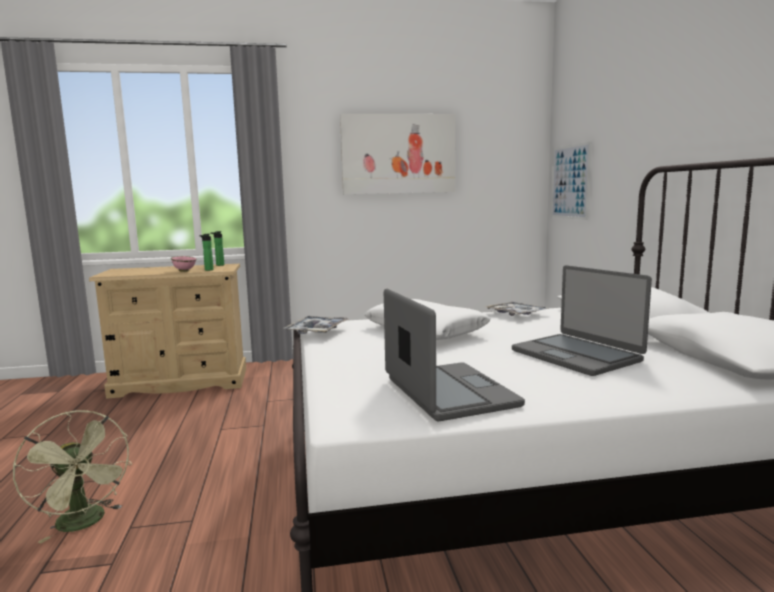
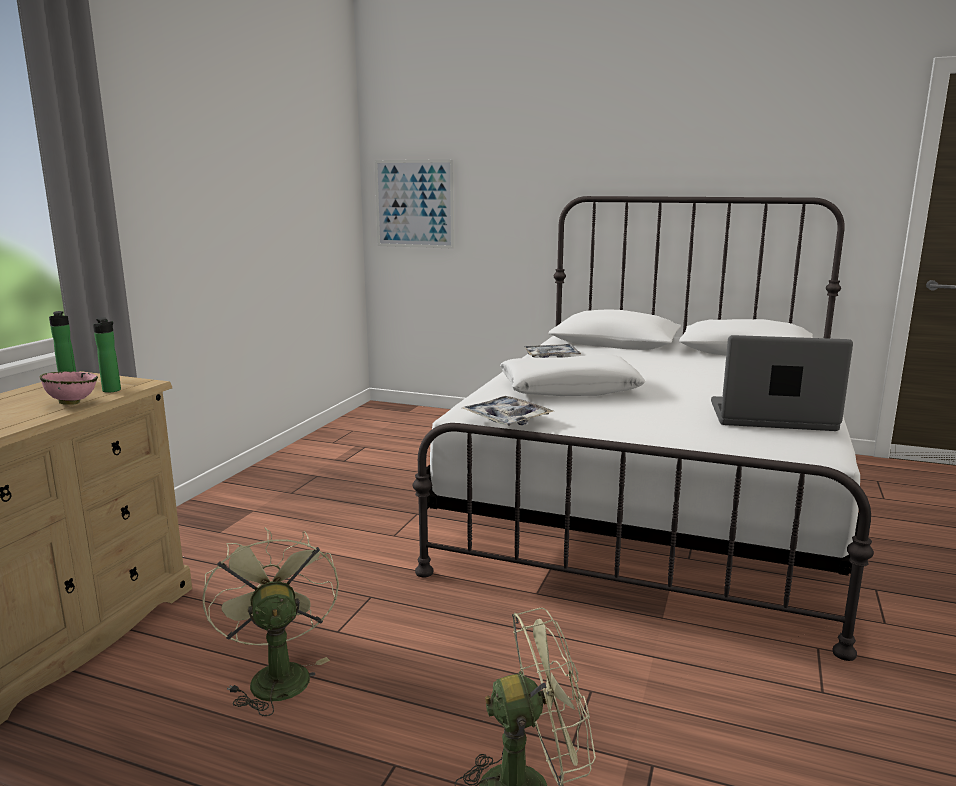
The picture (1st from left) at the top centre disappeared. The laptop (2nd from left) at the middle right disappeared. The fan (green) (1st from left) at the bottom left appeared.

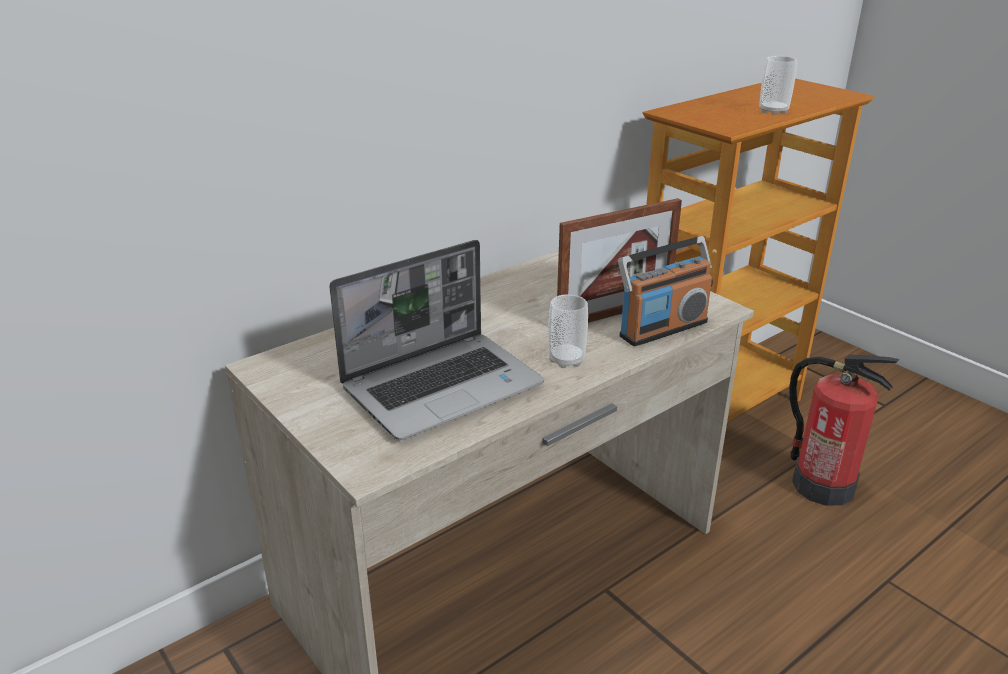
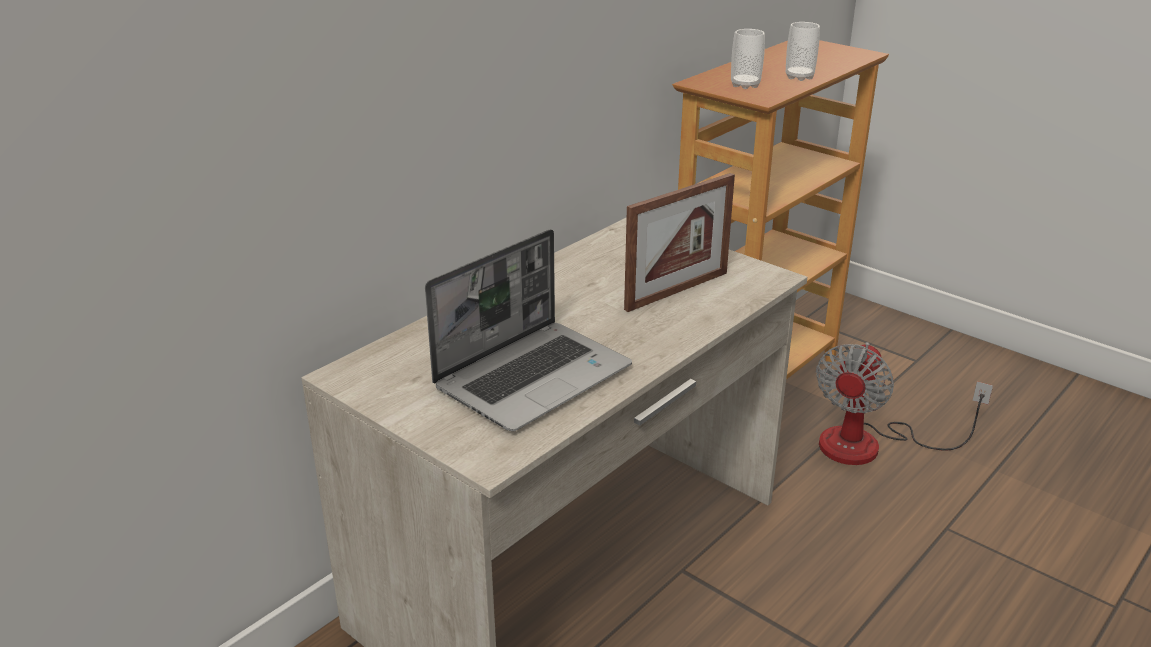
The radio at the centre disappeared. The cup (1st from left) moved from the centre to the top centre. The fire extinguisher at the middle right was replaced by the fan at the middle right.

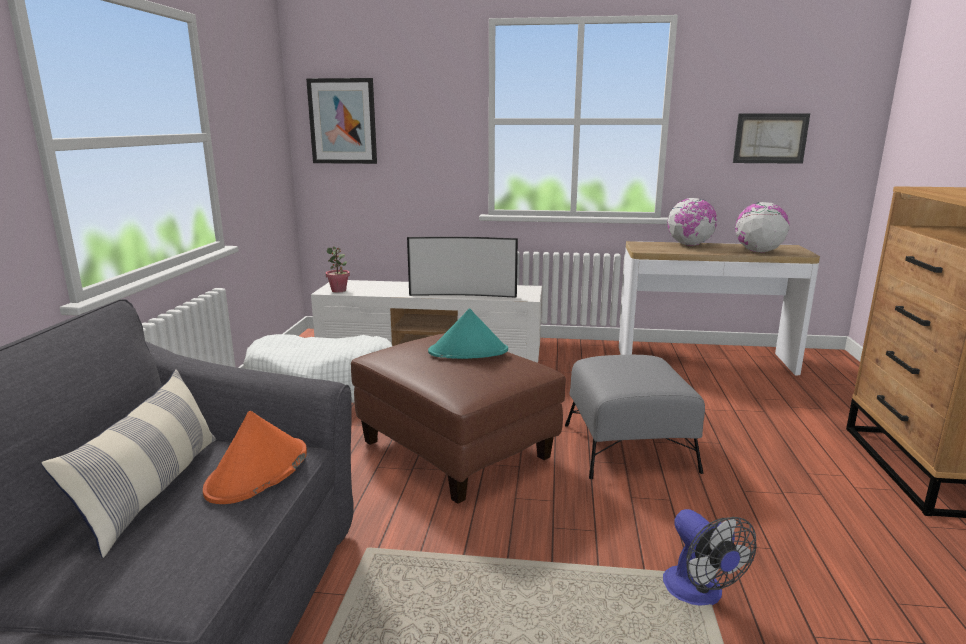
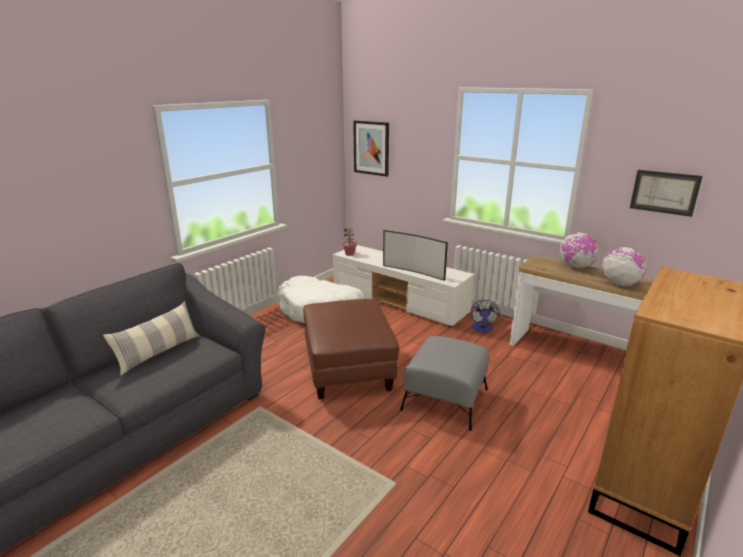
The hat (turquoise) at the centre disappeared. The hat (orange) at the bottom left disappeared. The fan moved from the bottom right to the centre.

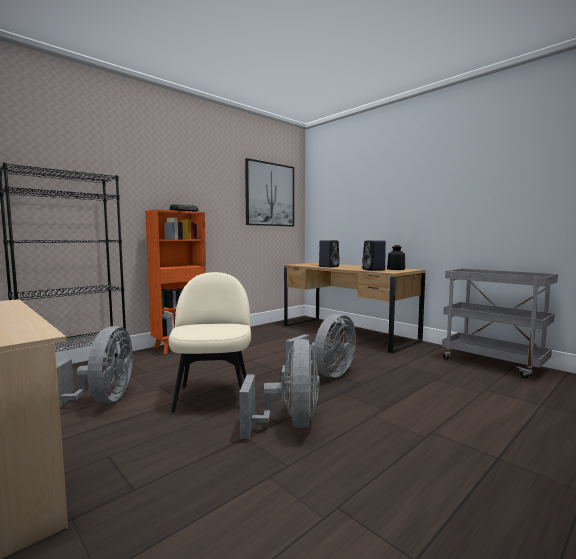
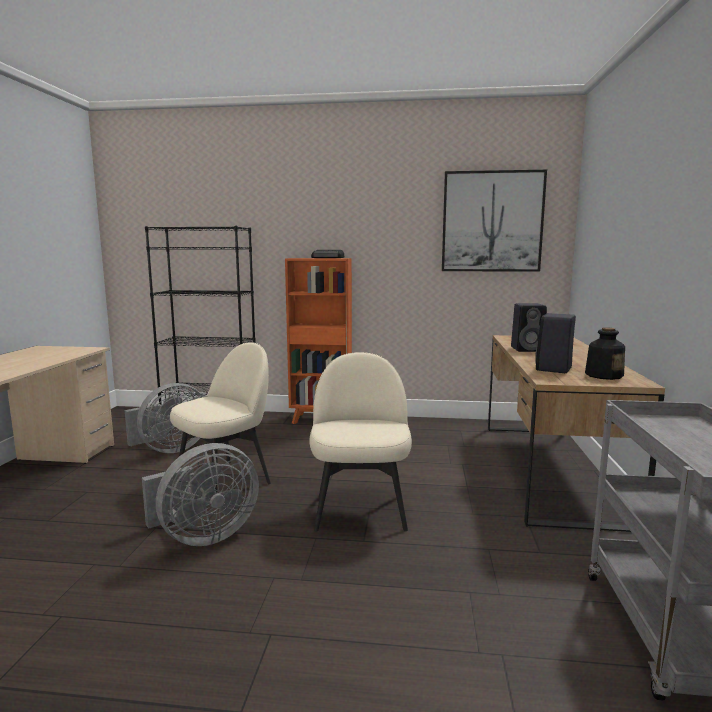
The fan (grey) (3rd from left) at the centre was replaced by the chair (beige) (2nd from left) at the centre.

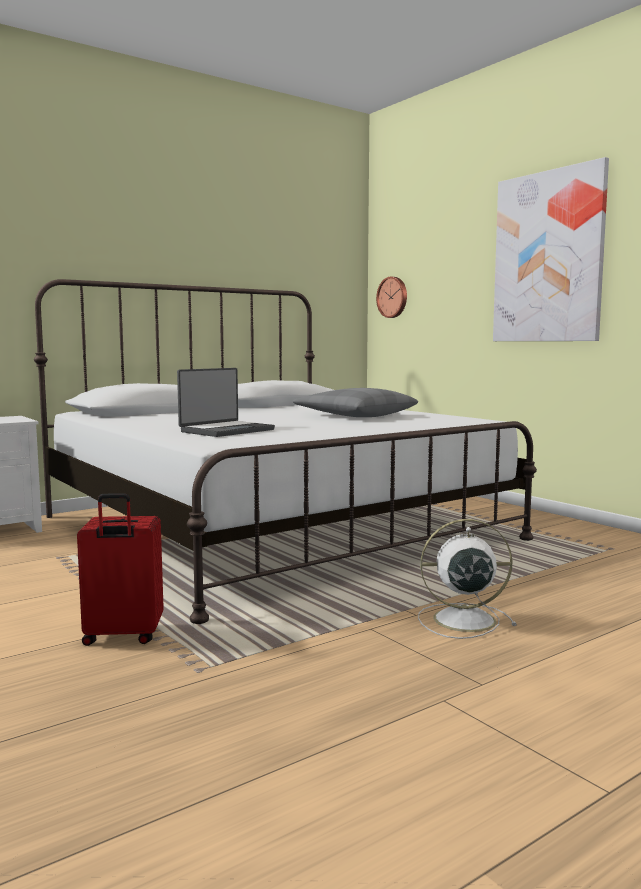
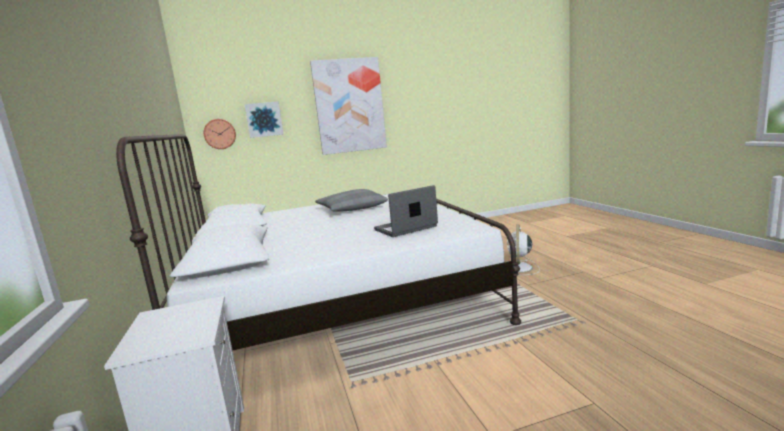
The laptop at the centre turned 90 degrees counterclockwise. The suitcase (red) at the middle left disappeared. The picture (1st from left) at the top centre appeared.

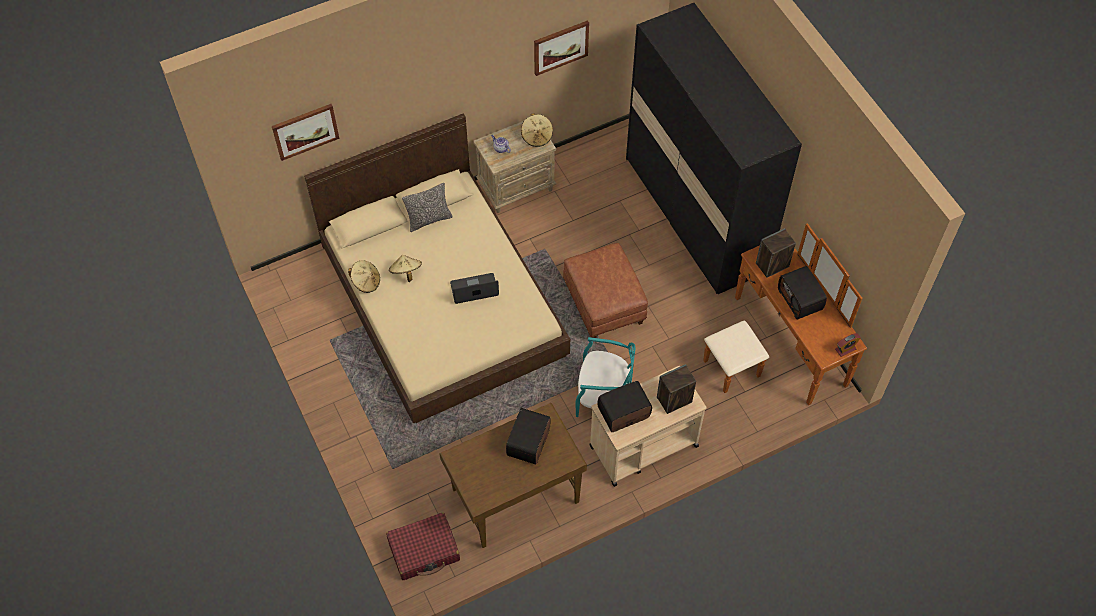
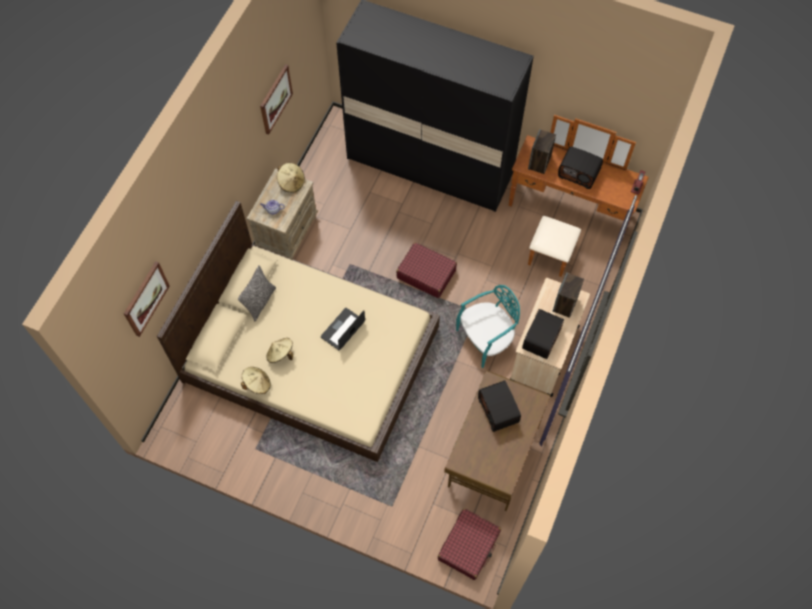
The ottoman (brown) at the centre was replaced by the suitcase (red) (1st from left) at the centre.

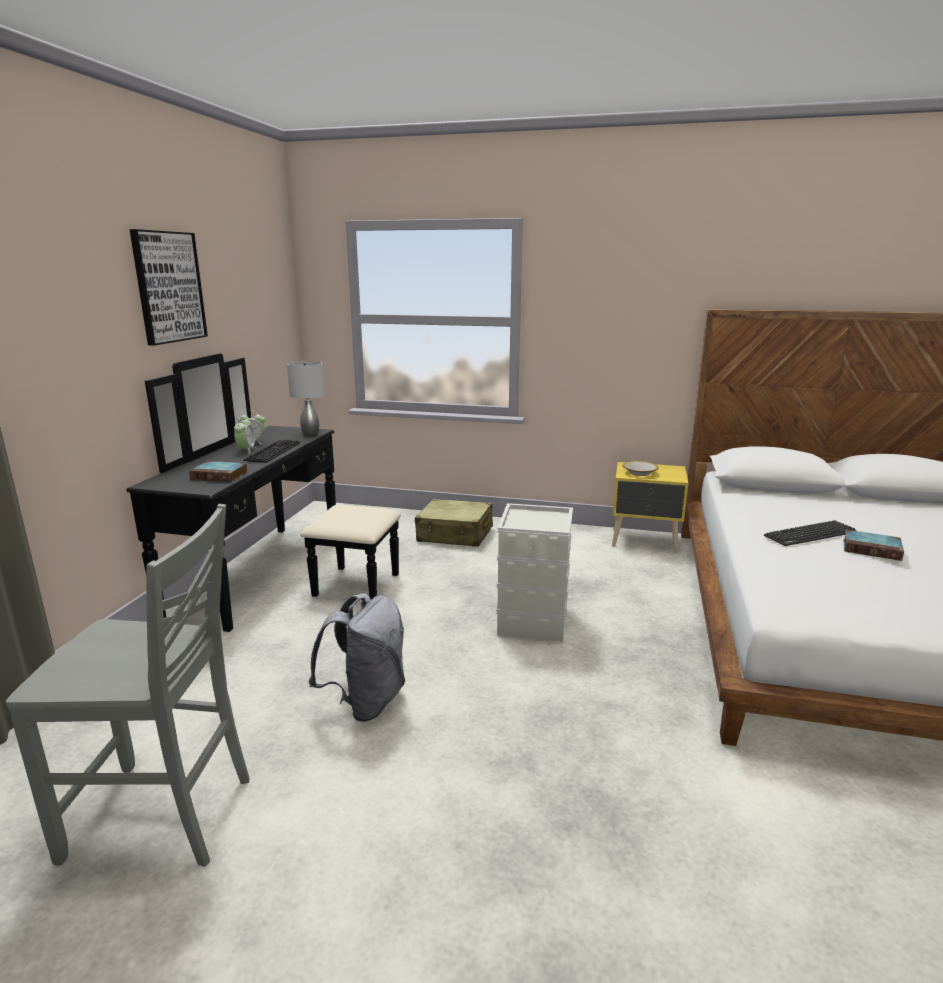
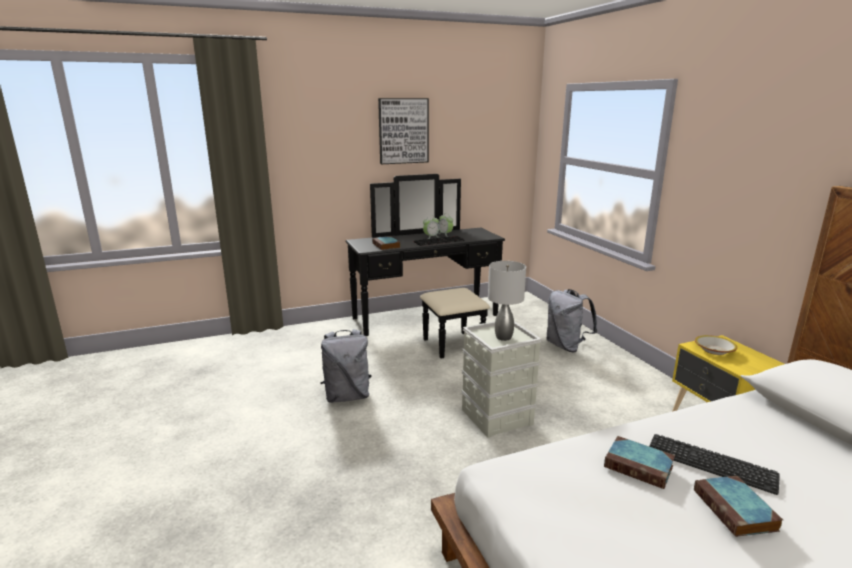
The table lamp (grey) moved from the middle left to the centre. The suitcase (beige) at the centre was replaced by the backpack (grey) (2nd from left) at the middle right. The chair (grey) at the bottom left disappeared. The book (2nd from left) at the bottom right appeared.

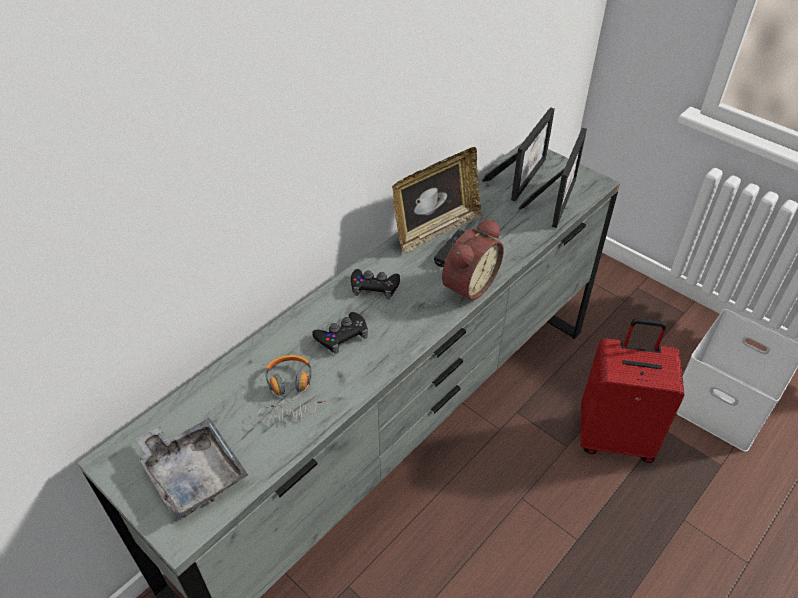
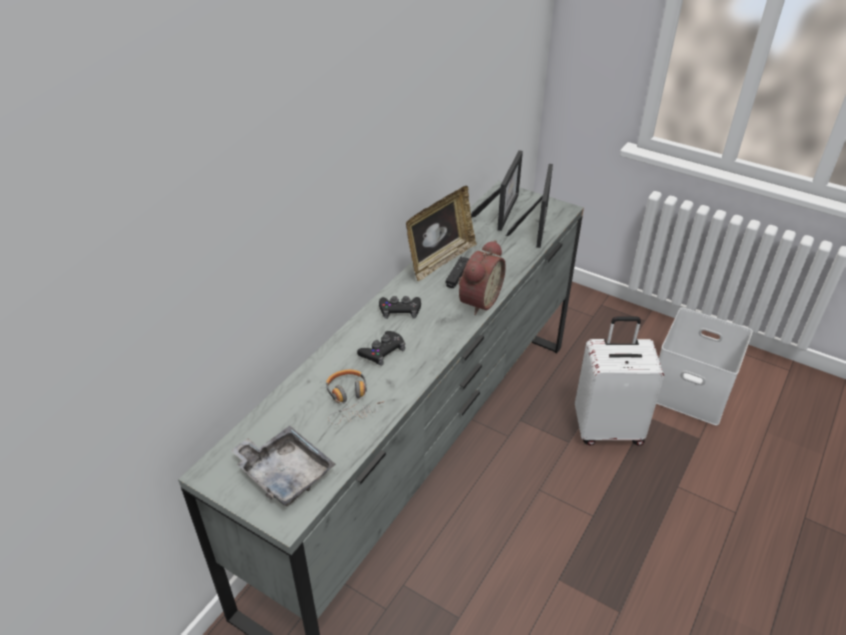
The suitcase (red) at the middle right became the suitcase (white) at the middle right.

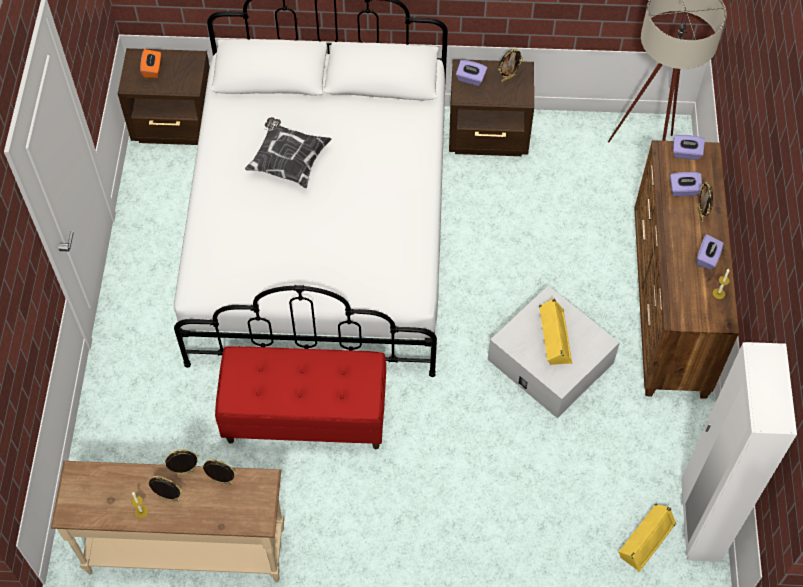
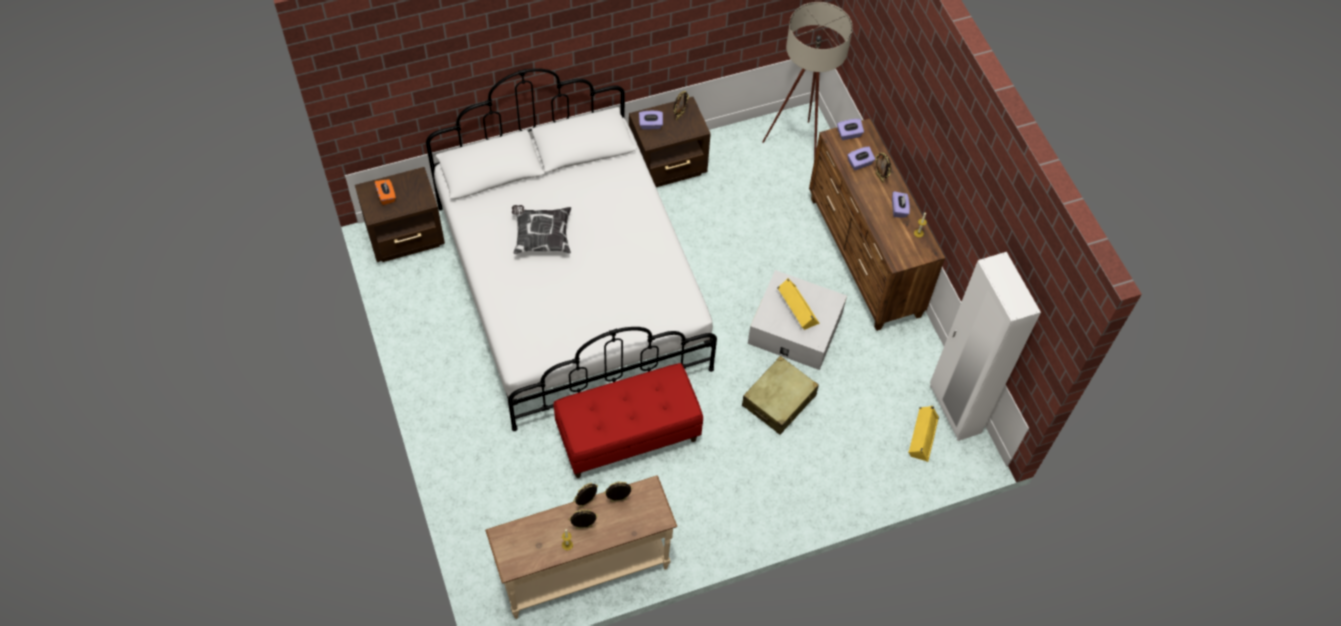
The suitcase (beige) at the centre appeared.

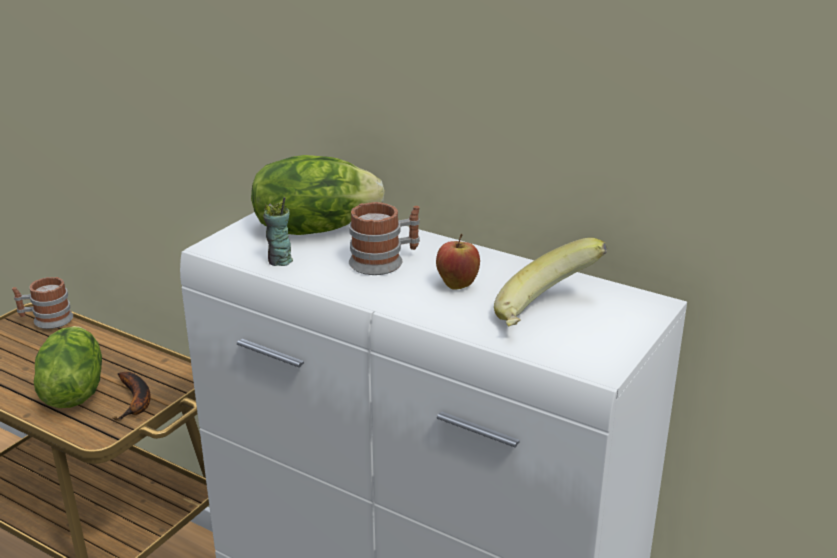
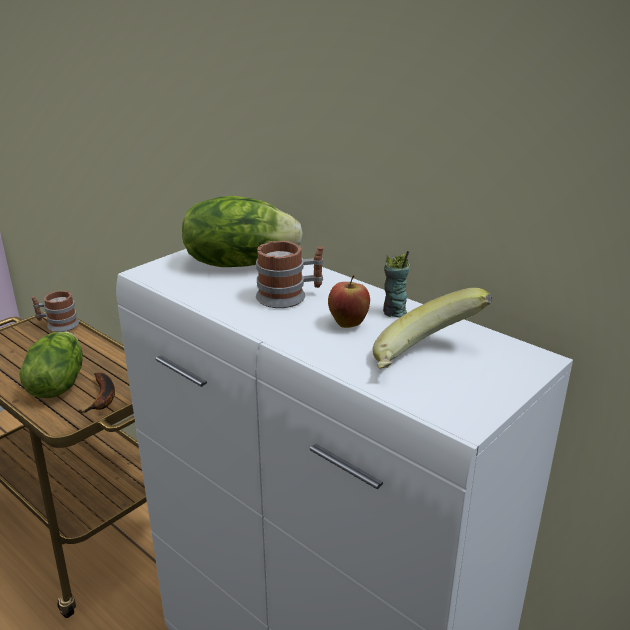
The cup moved from the middle left to the centre.

